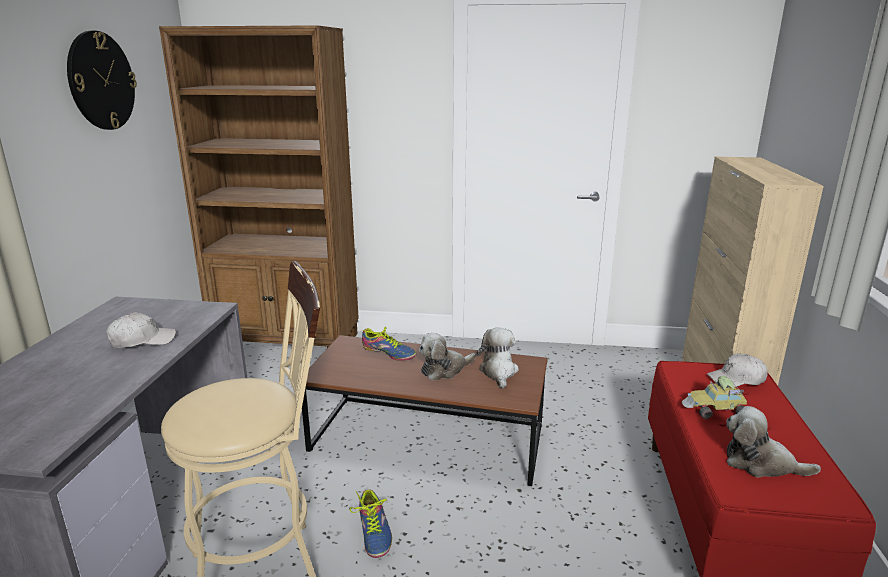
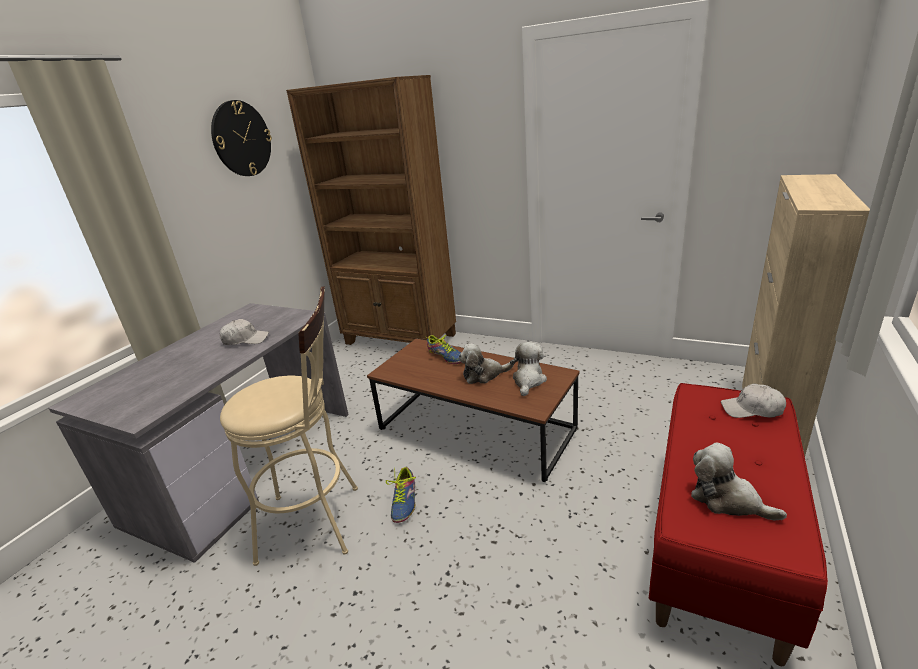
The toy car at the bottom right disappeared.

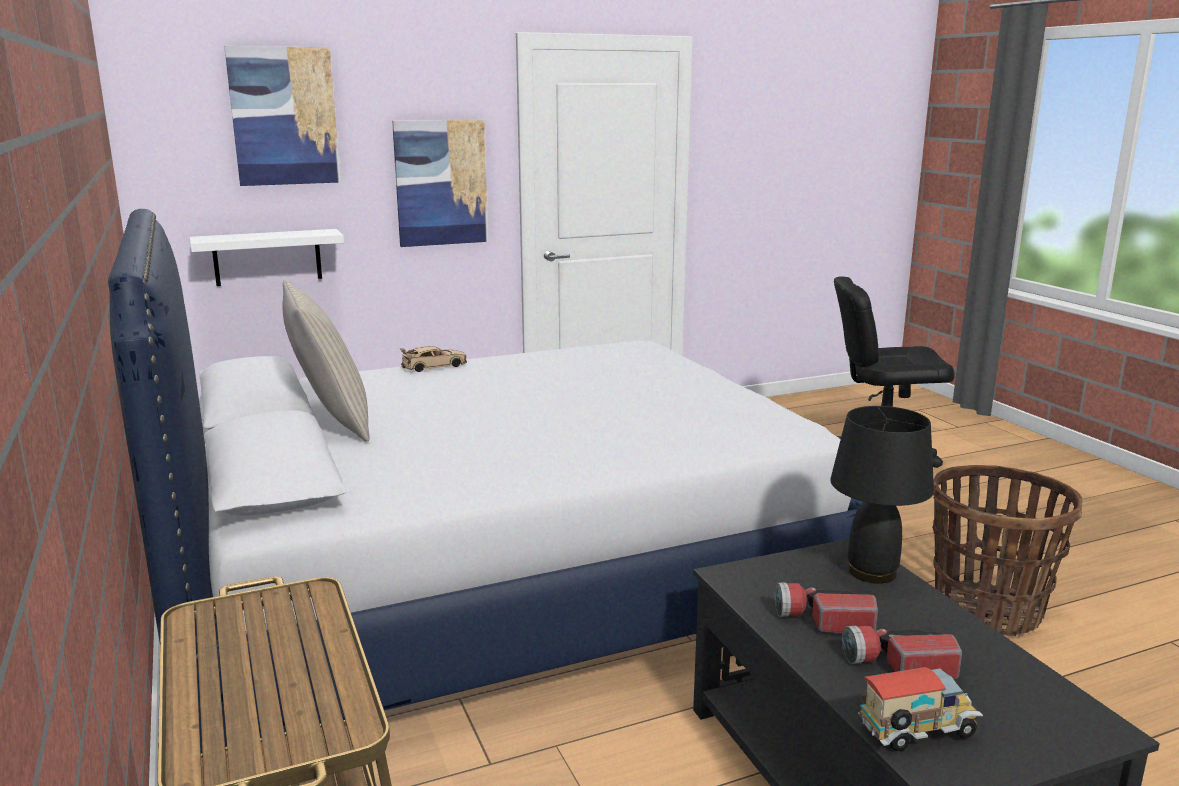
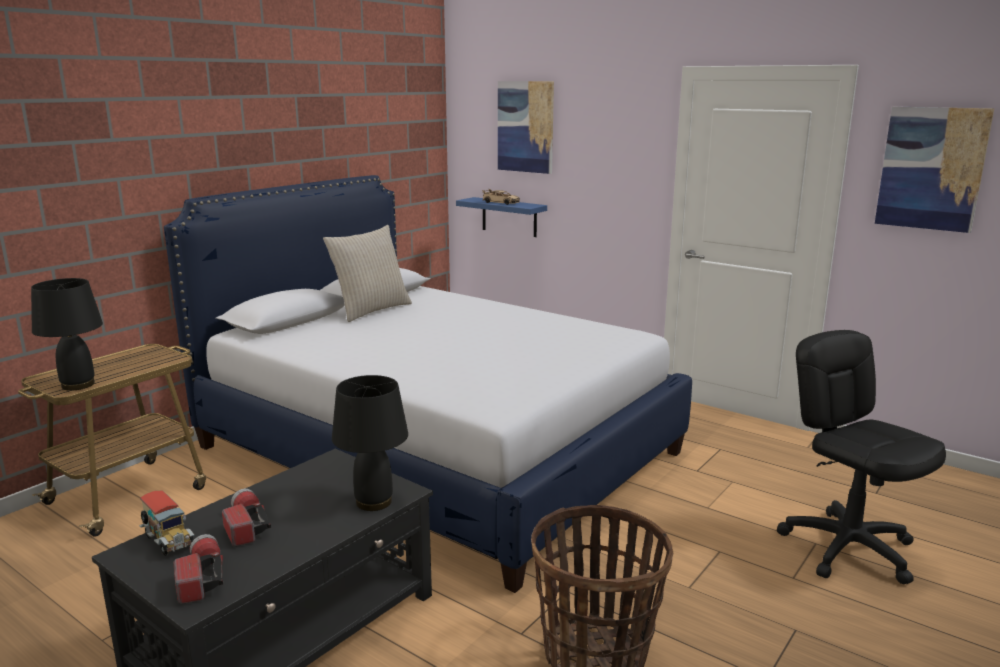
The picture (2nd from left) moved from the top centre to the top right. The shelf (white) at the top left became the shelf (blue) at the top centre. The toy car (beige) moved from the centre to the top centre. The flashlight (1st from left) moved from the bottom right to the bottom left. The table lamp (black) (1st from left) at the middle left appeared.

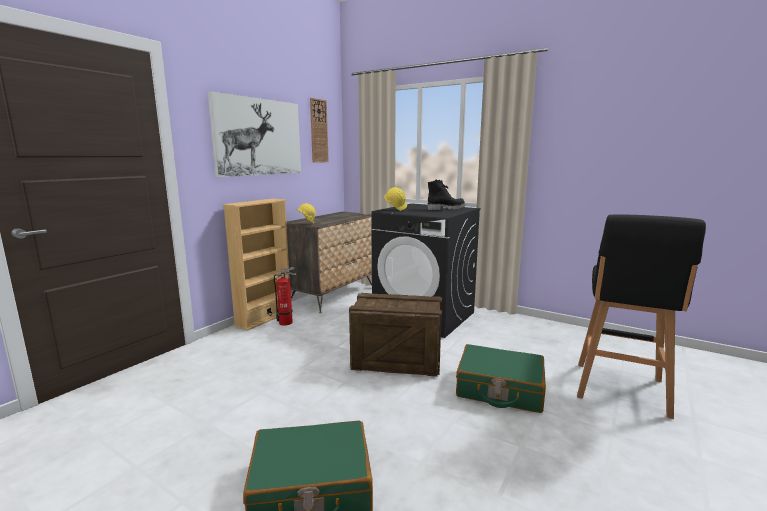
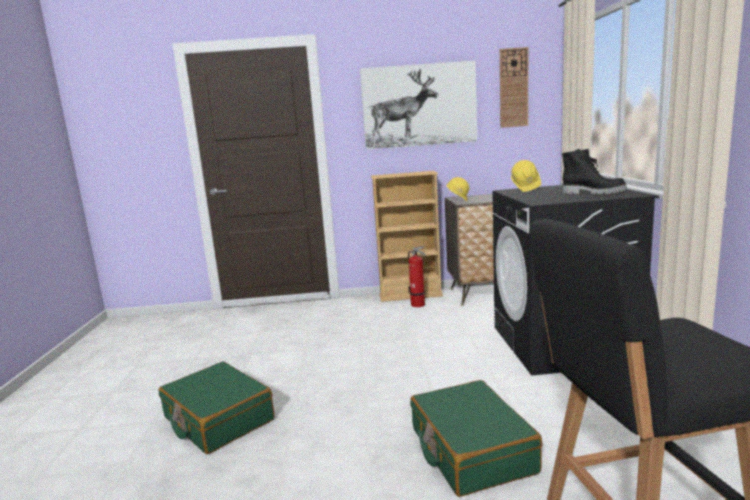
The crate at the centre disappeared.

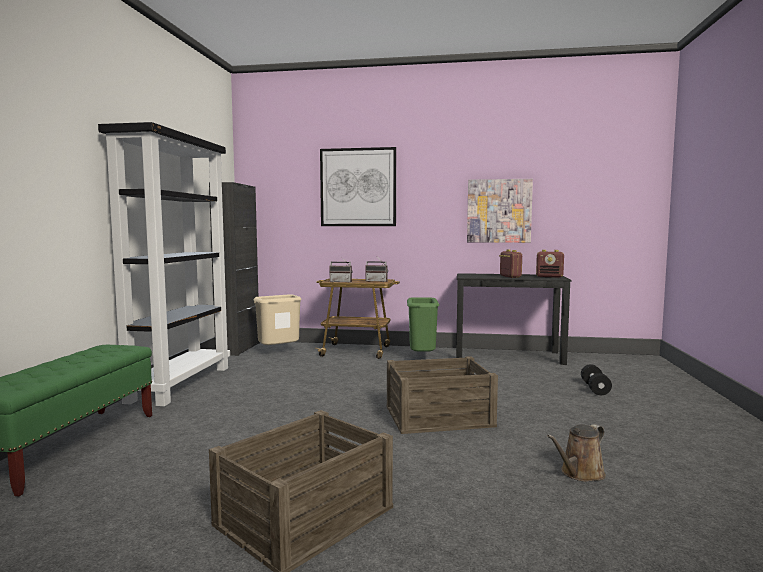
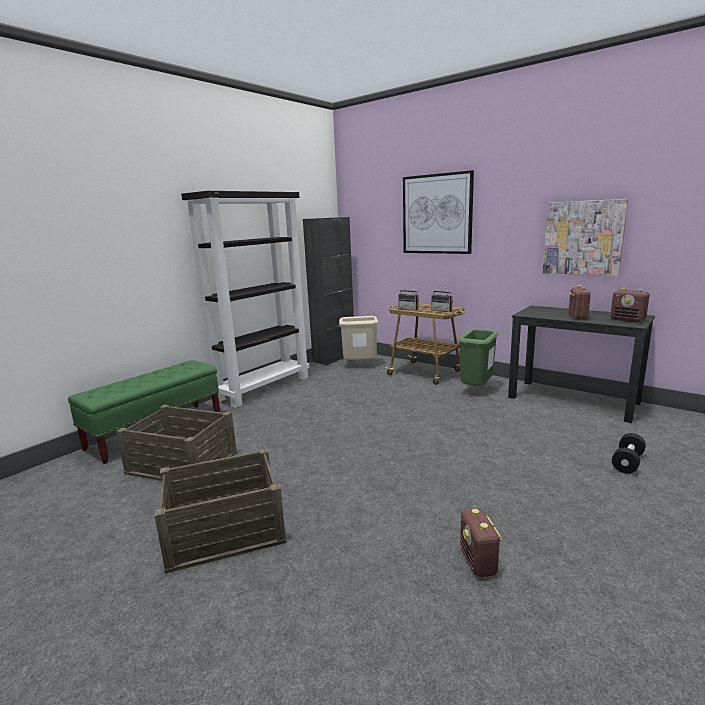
The crate (2nd from left in the first image) moved from the bottom centre to the middle left. The watering can (brown) at the bottom right was replaced by the radio (3rd from left) at the bottom right.

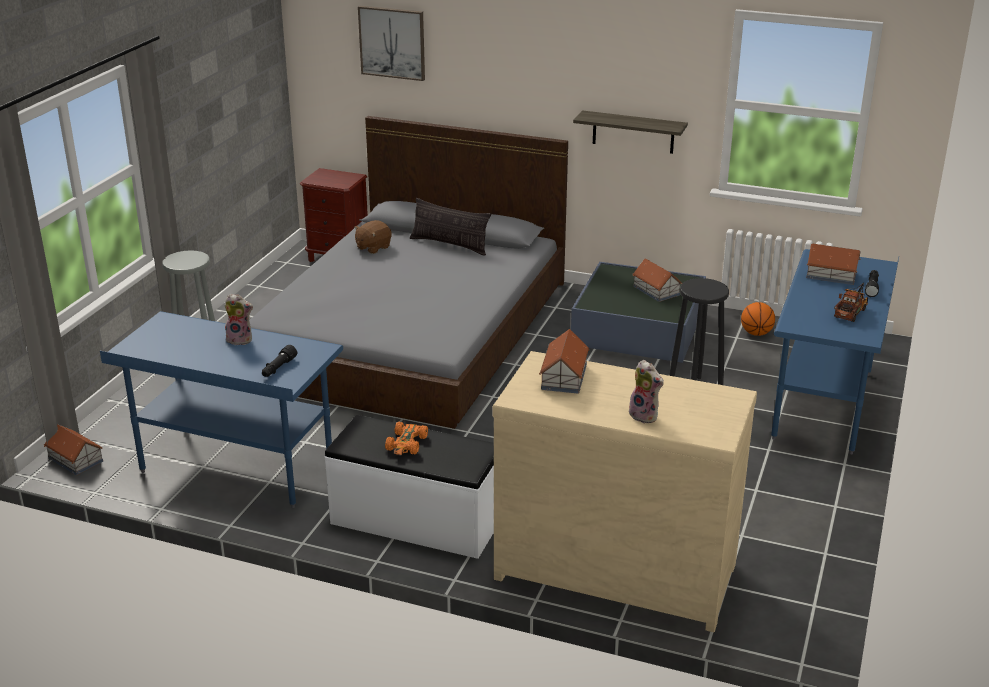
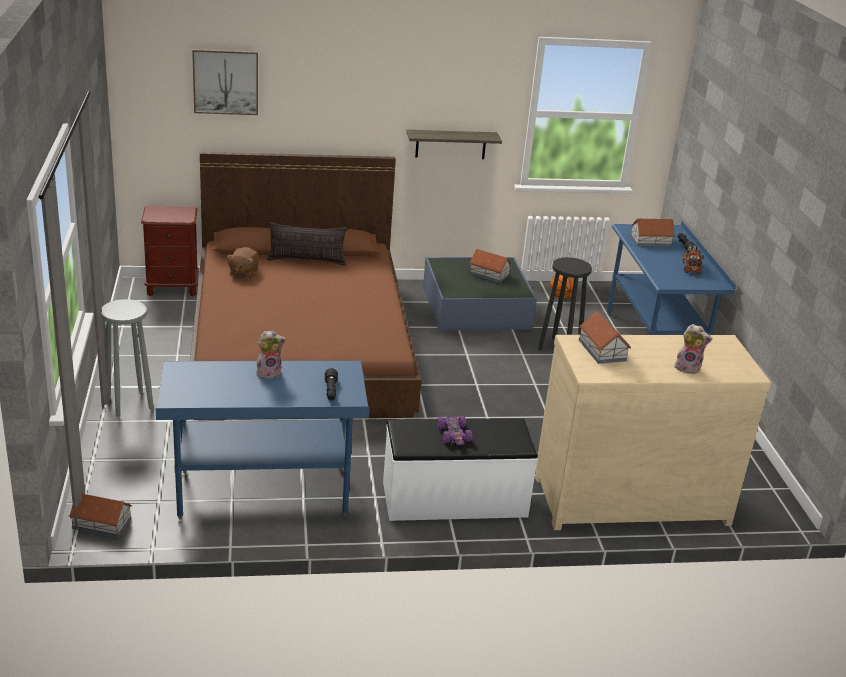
The bed (grey) at the centre became the bed (brown) at the centre. The toy car (orange) at the centre became the toy car (purple) at the centre.

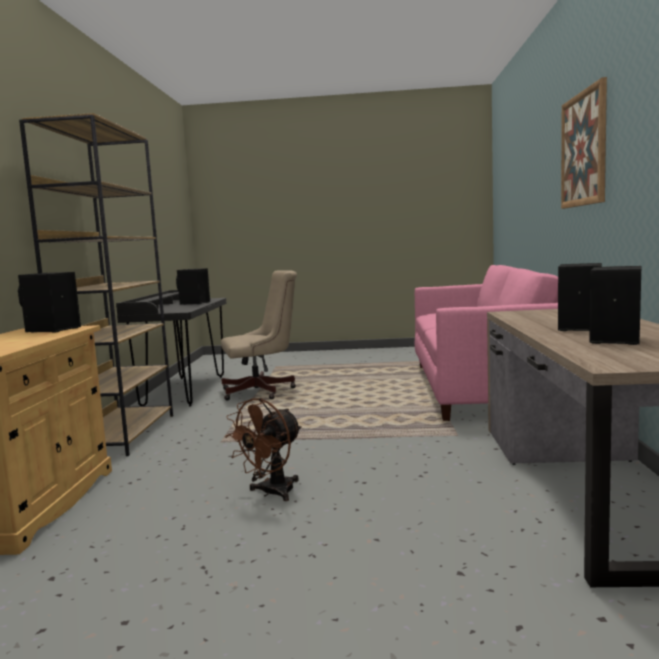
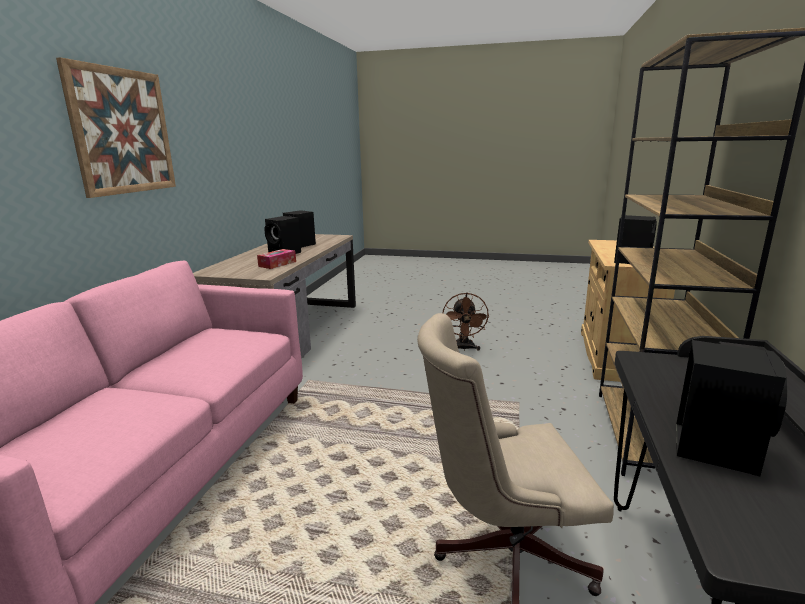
The fan (brown) at the bottom centre turned 135 degrees clockwise. The tissue box at the centre appeared.

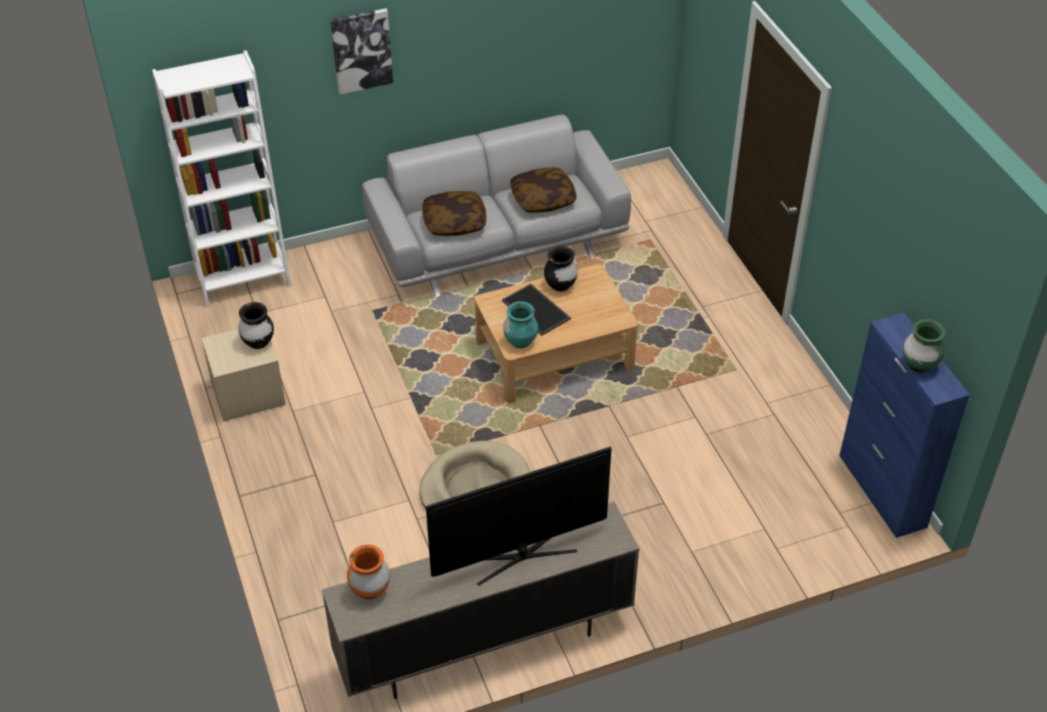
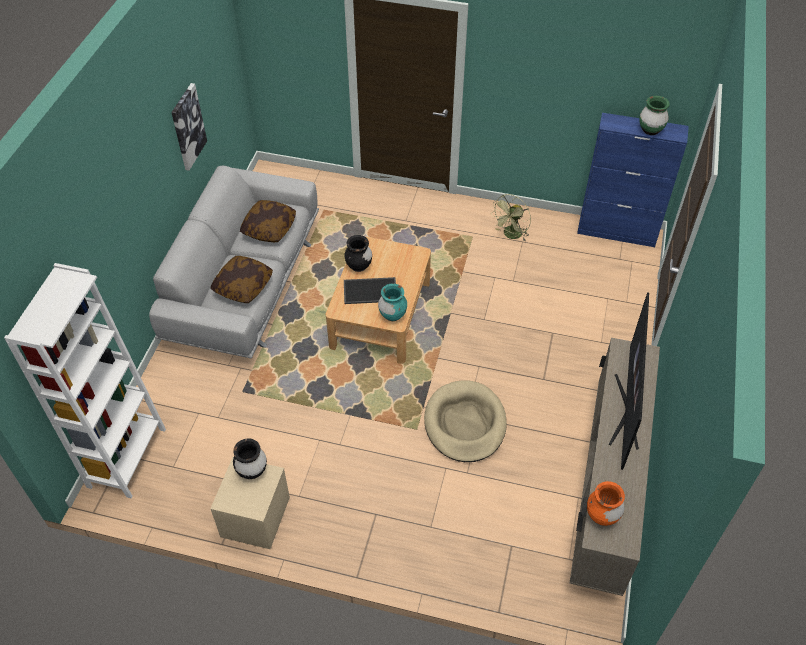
The picture moved from the top centre to the top left. The fan (green) at the centre appeared.

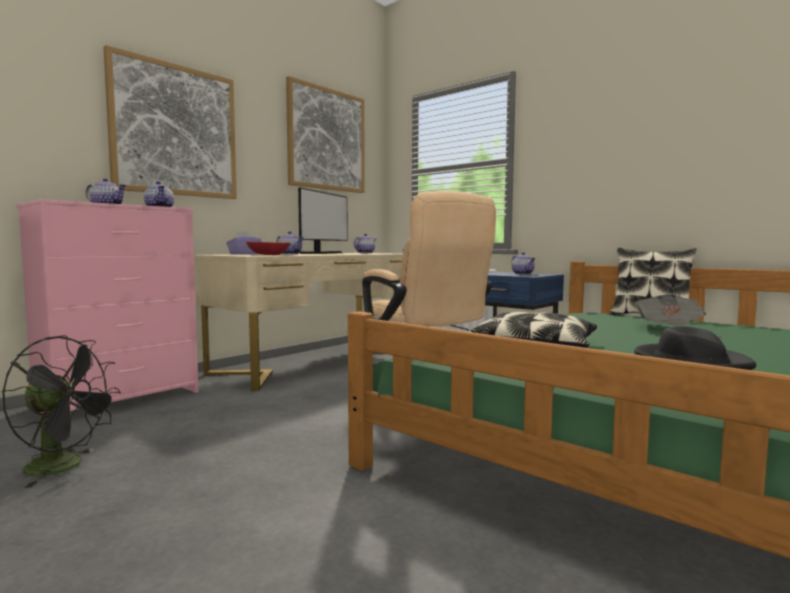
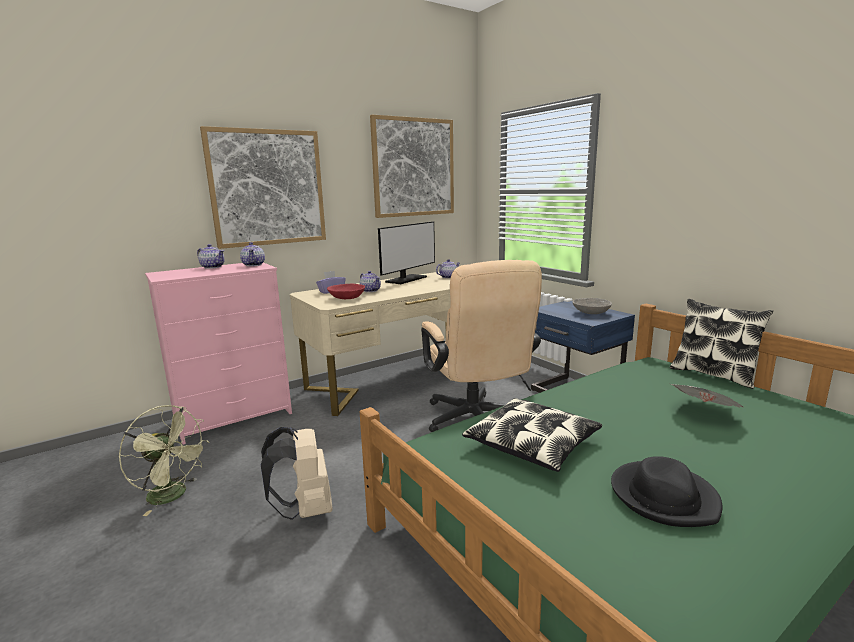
The teapot (5th from left) at the centre was replaced by the bowl (grey) at the middle right. The fan (black) at the bottom left became the fan (green) at the bottom left. The backpack (beige) at the bottom centre appeared.

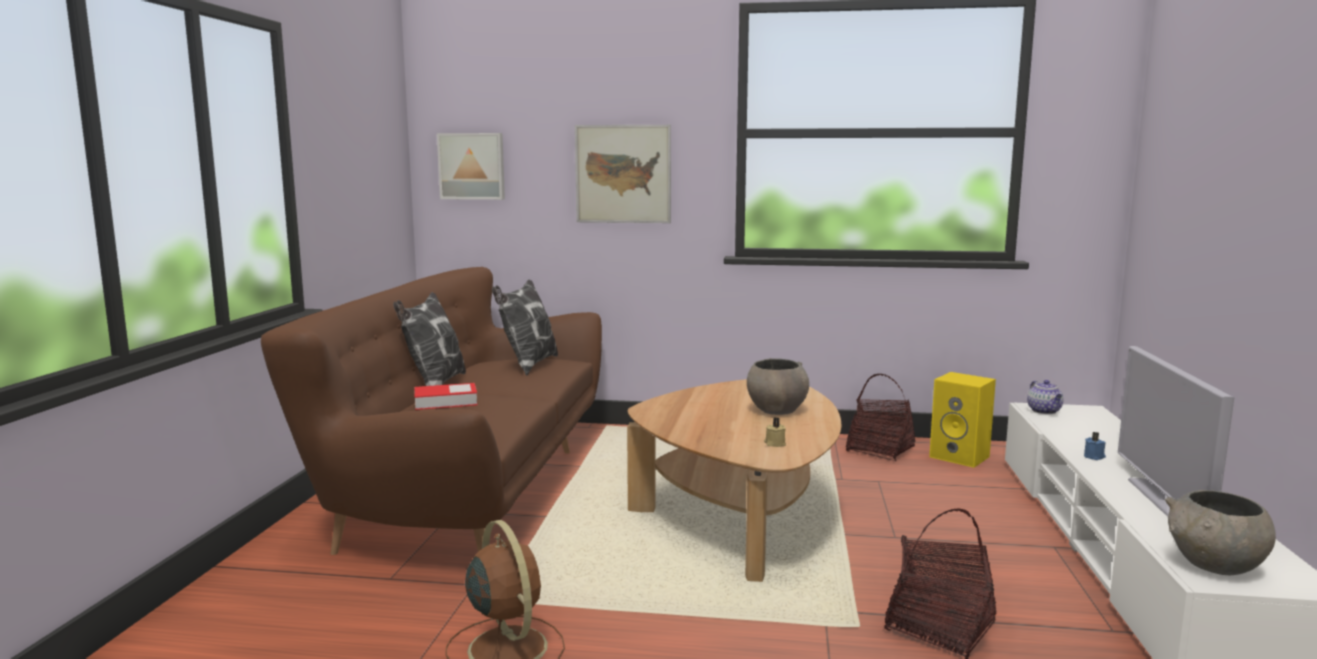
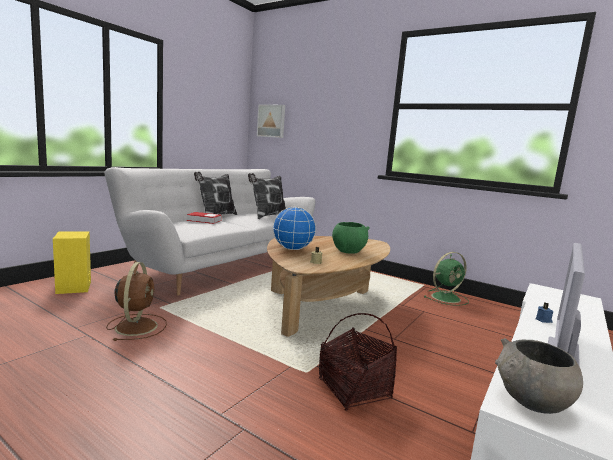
The picture (2nd from left) at the top centre disappeared. The sofa (brown) at the middle left became the sofa (white) at the centre. The bowl (grey) (1st from left) at the centre became the bowl (green) at the centre. The speaker (yellow) moved from the middle right to the middle left. The basket (1st from left) at the middle right was replaced by the fan (green) at the middle right. The teapot at the middle right disappeared. The globe at the centre appeared.

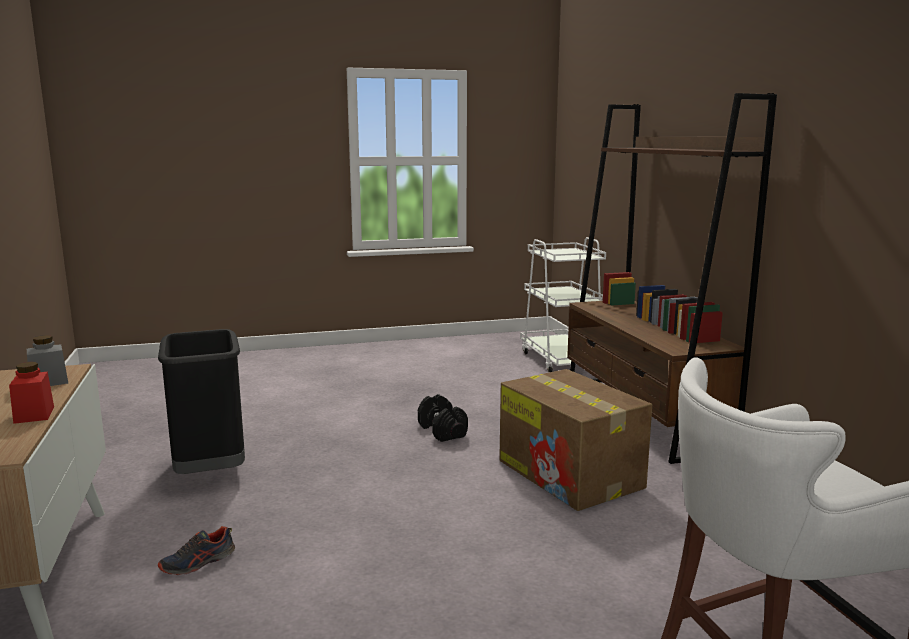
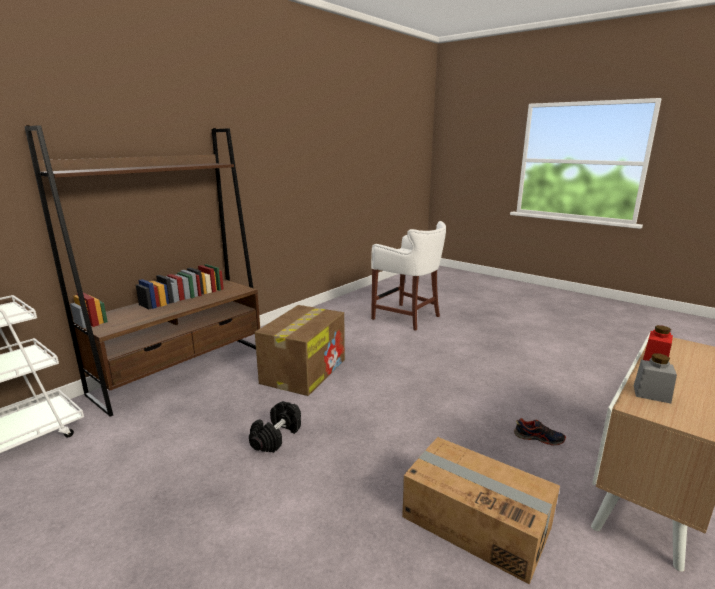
The trash can (black) at the middle left was replaced by the cardboard box (2nd from left) at the bottom right.

